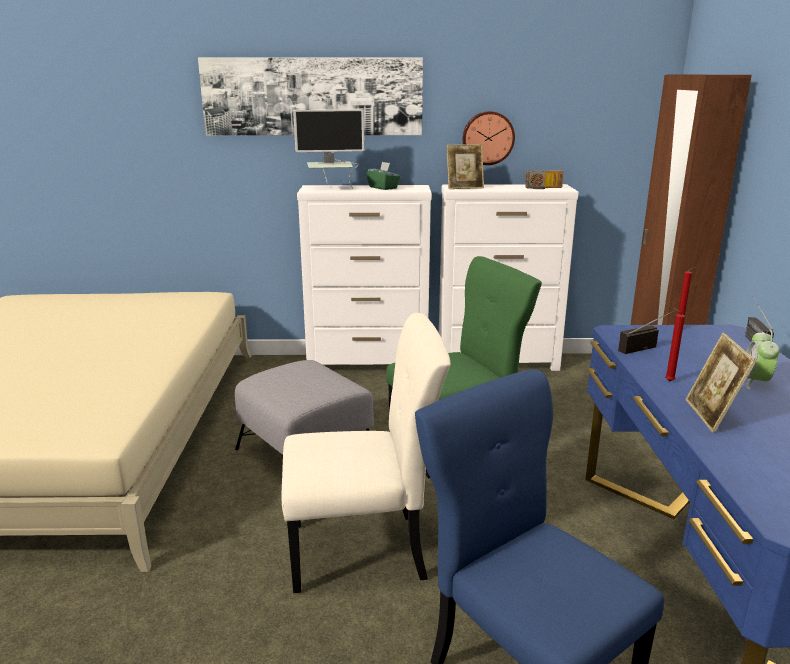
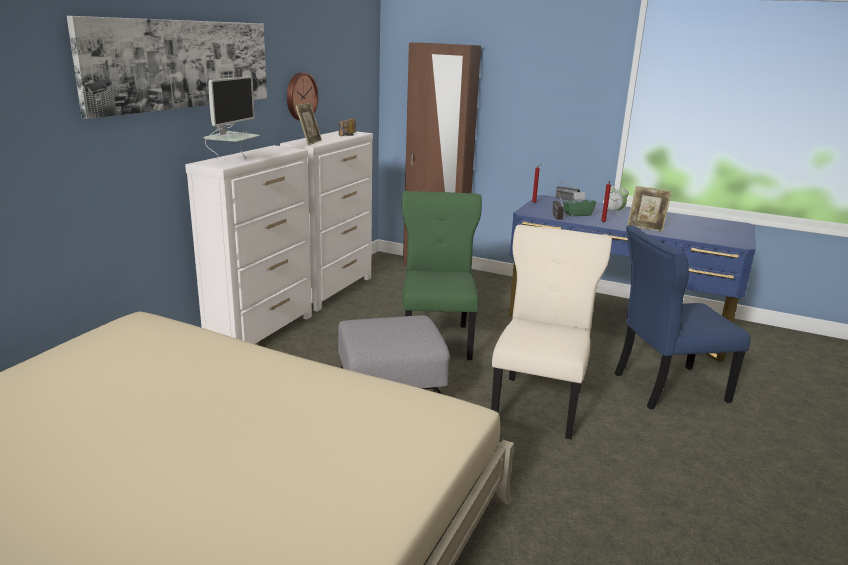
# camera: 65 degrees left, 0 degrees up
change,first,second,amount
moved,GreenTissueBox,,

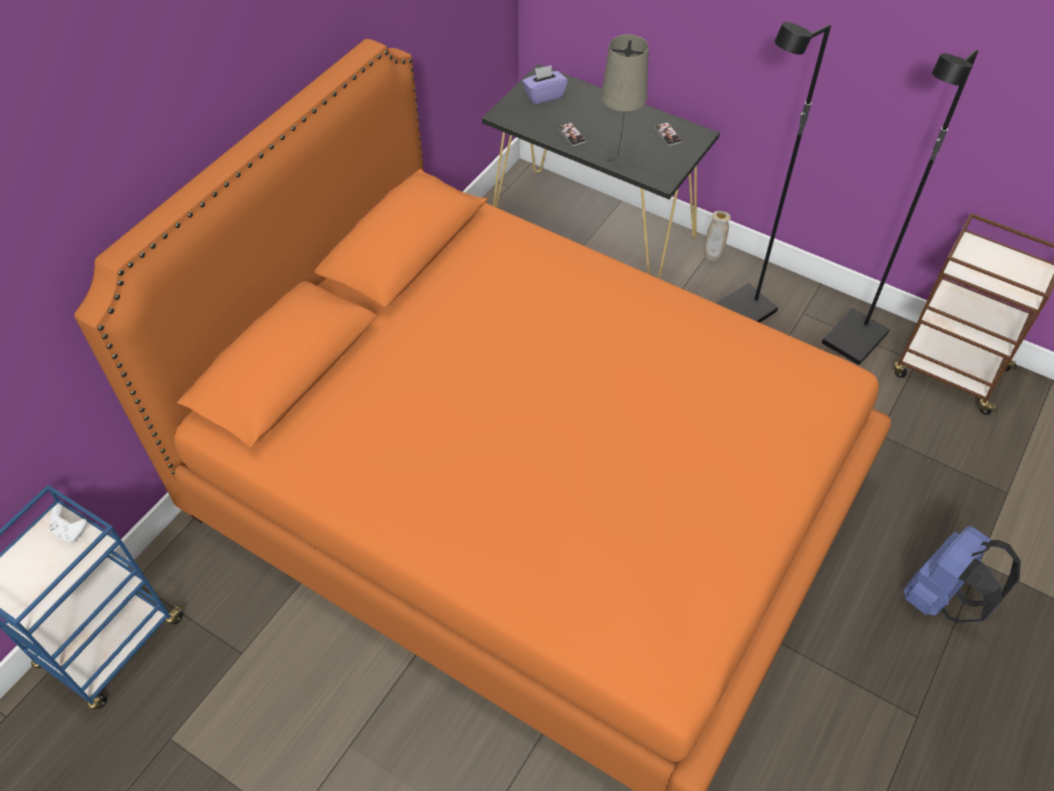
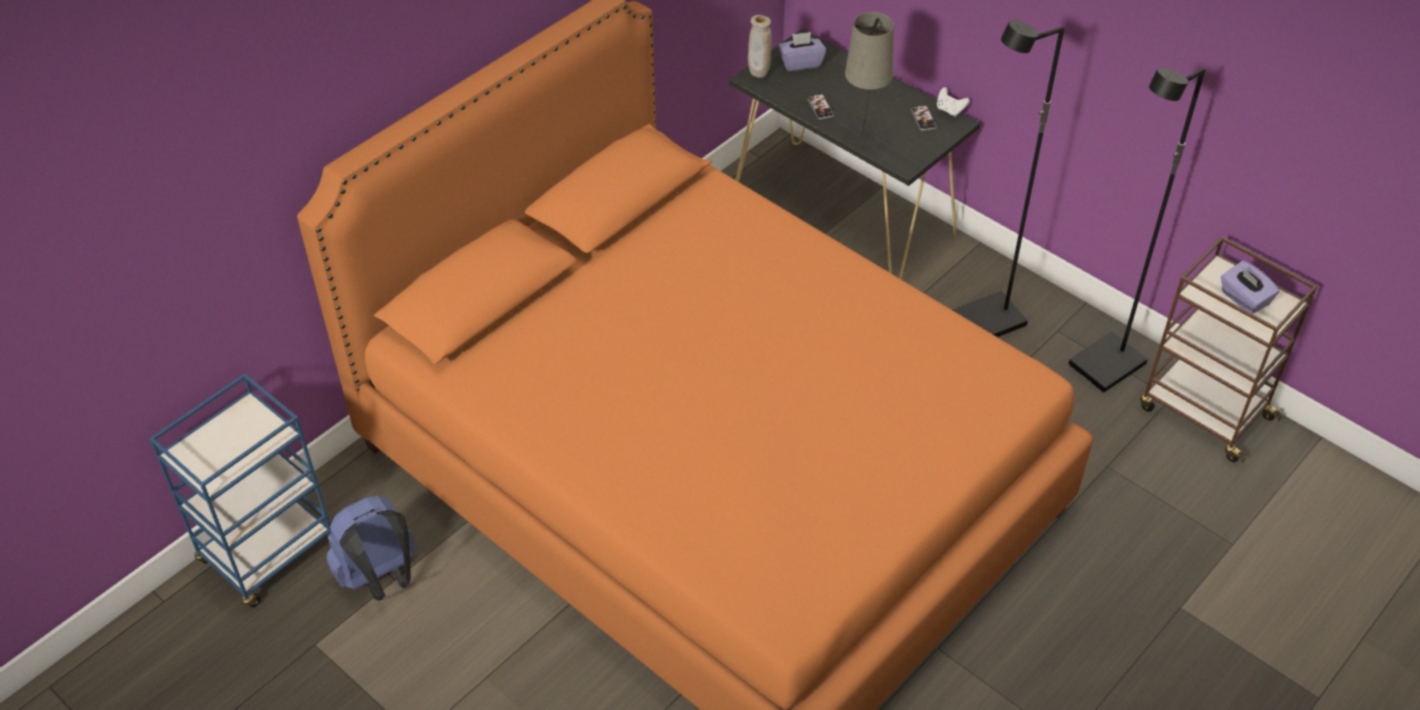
# camera: 10 degrees right, 5 degrees down
change,first,second,amount
added,,PurpleTissueBox (2nd from left),
moved,WhiteGameController,,
moved,BeigeVase,,
moved,BlueBackpack,,

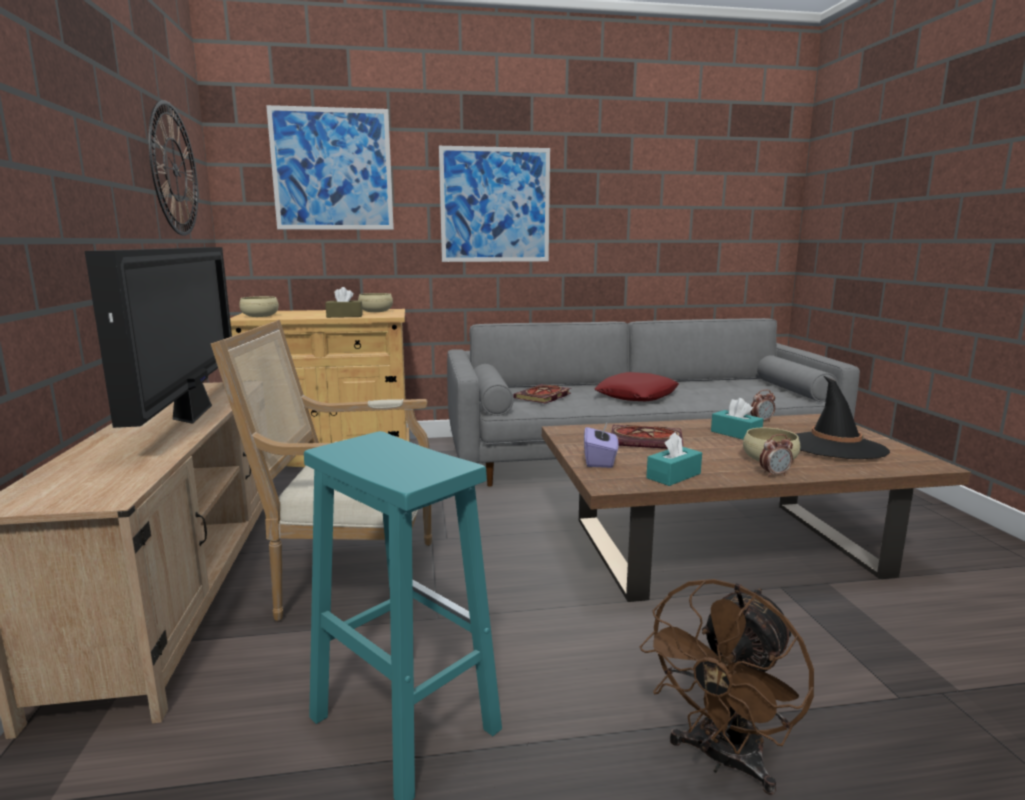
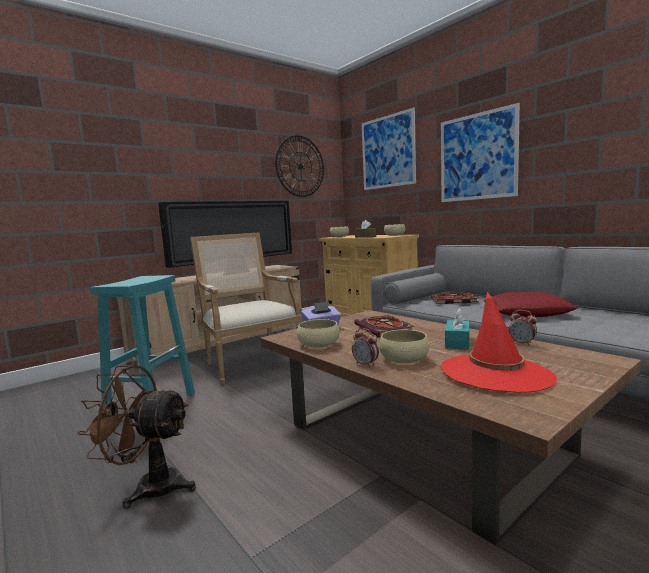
# camera: 60 degrees right, 5 degrees down
change,first,second,amount
replaced,TurquoiseTissueBox (1st from left),BeigeBowl (1st from left),
recoloured,BlackHat,RedHat,

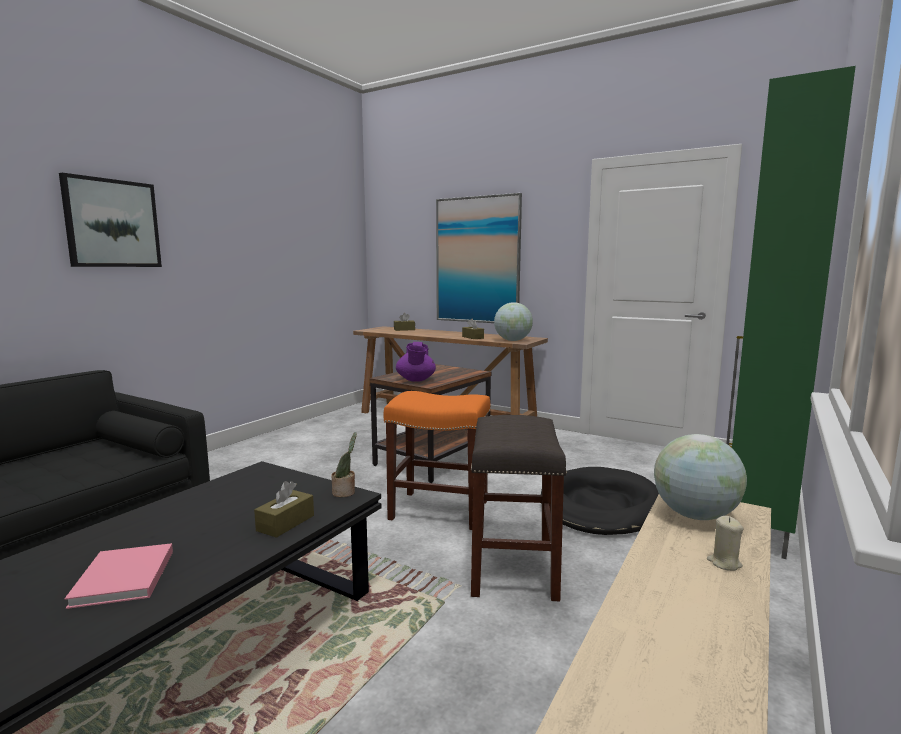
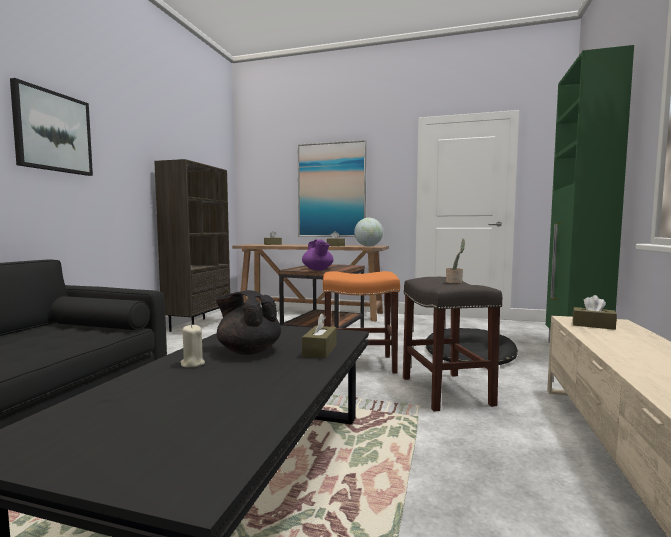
# camera: 15 degrees left, 5 degrees down
change,first,second,amount
removed,PinkBook,,
added,,BrownBookcase,
added,,BlackTeapot,
moved,PottedPlant,,
moved,BeigeCandle,,
replaced,Globe (2nd from left),BrownTissueBox (4th from left),

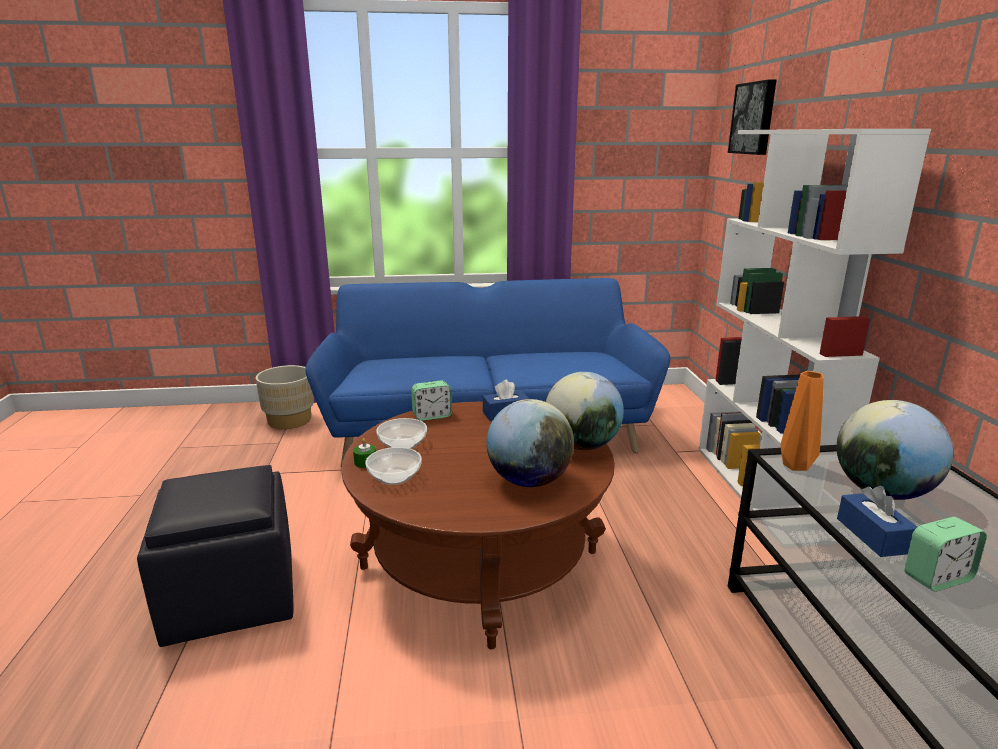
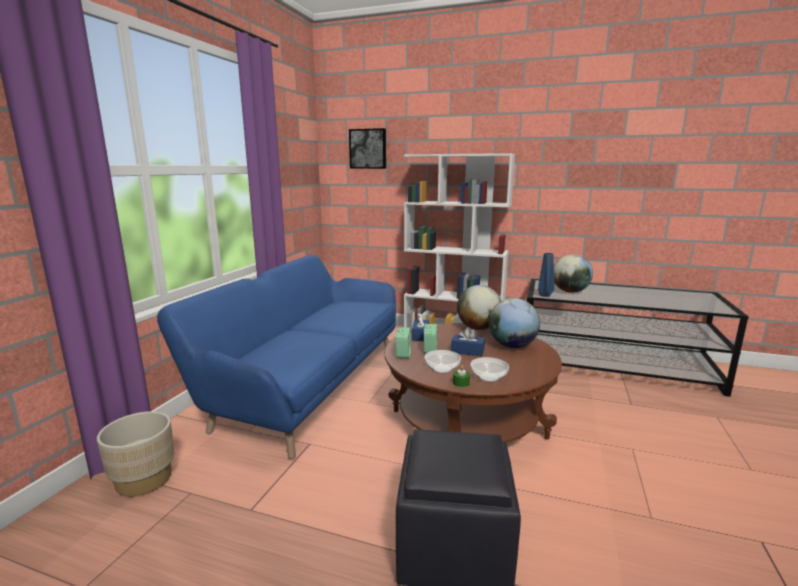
# camera: 65 degrees left, 5 degrees down
change,first,second,amount
moved,BlueTissueBox (2nd from left),,
moved,AlarmClock (2nd from left),,
recoloured,OrangeVase,BlueVase,

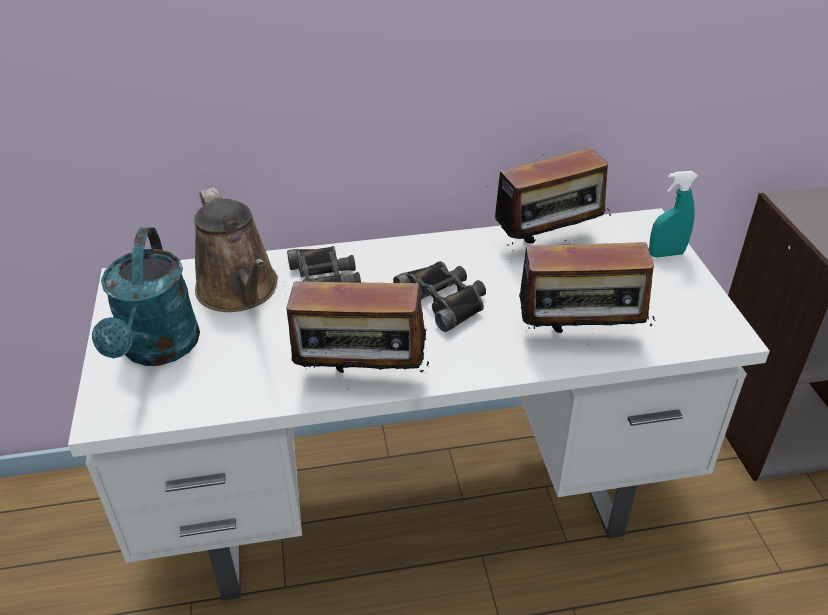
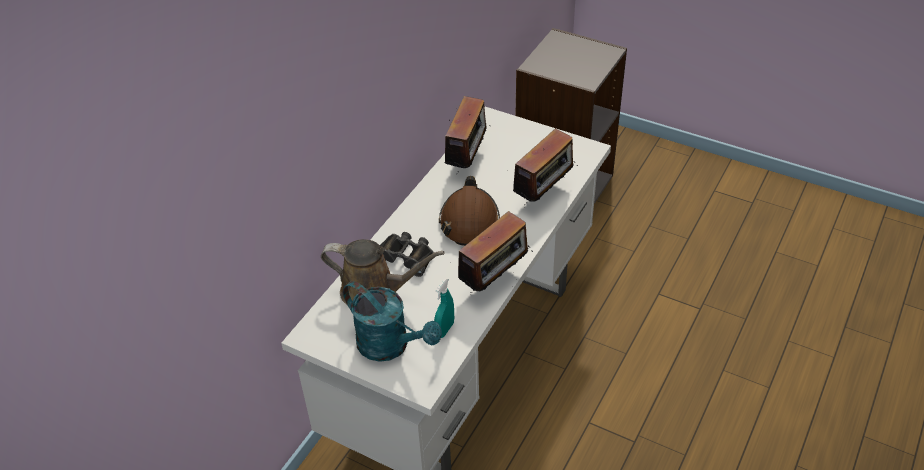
# camera: 50 degrees left, 5 degrees up
change,first,second,amount
moved,TurquoiseSprayBottle,,
replaced,BlackBinoculars (2nd from left),BrownHardHat,

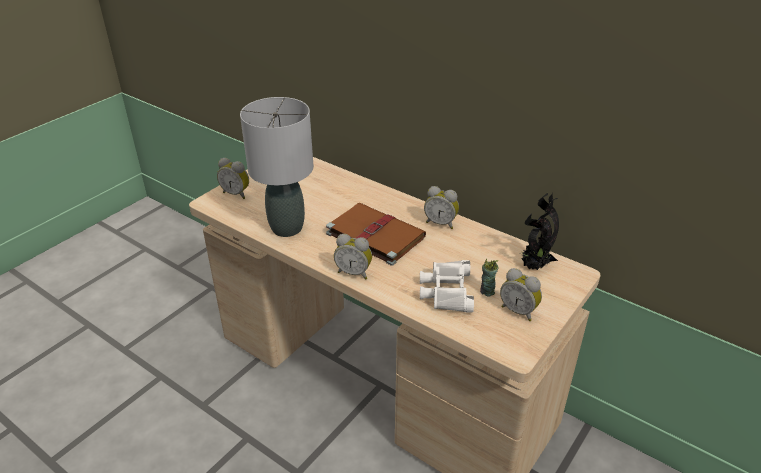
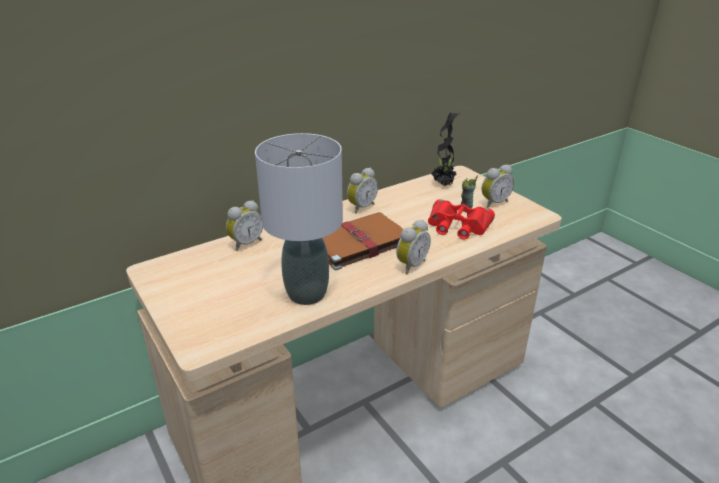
# camera: 70 degrees left, 5 degrees down
change,first,second,amount
moved,AlarmClock (1st from left),,
recoloured,WhiteBinoculars,RedBinoculars,

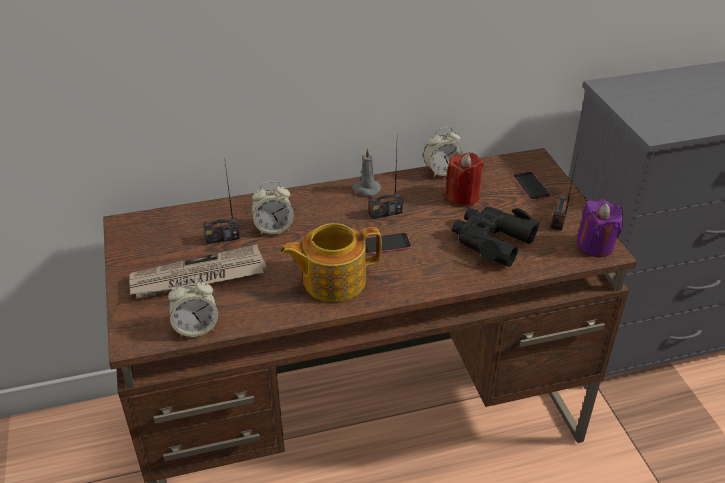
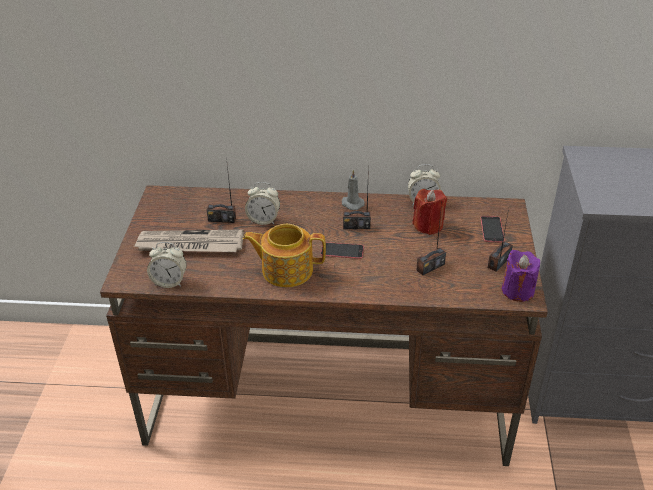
# camera: 20 degrees right, 0 degrees up
change,first,second,amount
replaced,BlackBinoculars,Radio (3rd from left),

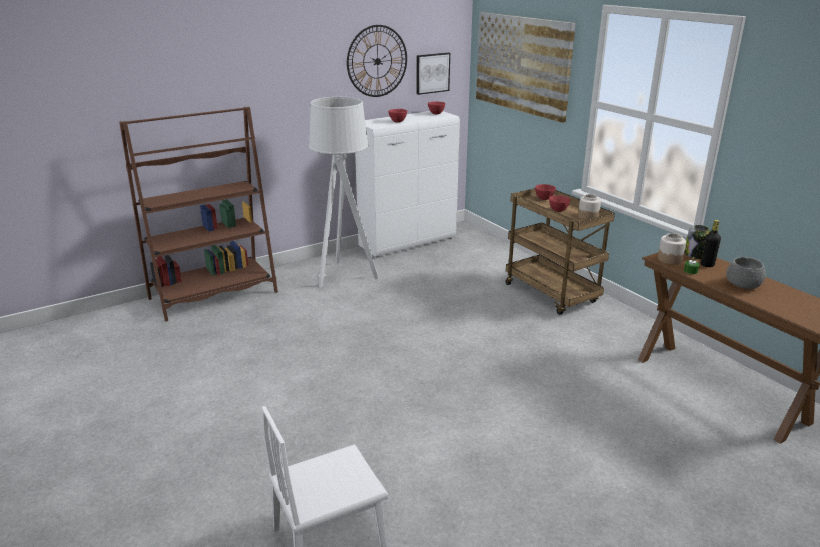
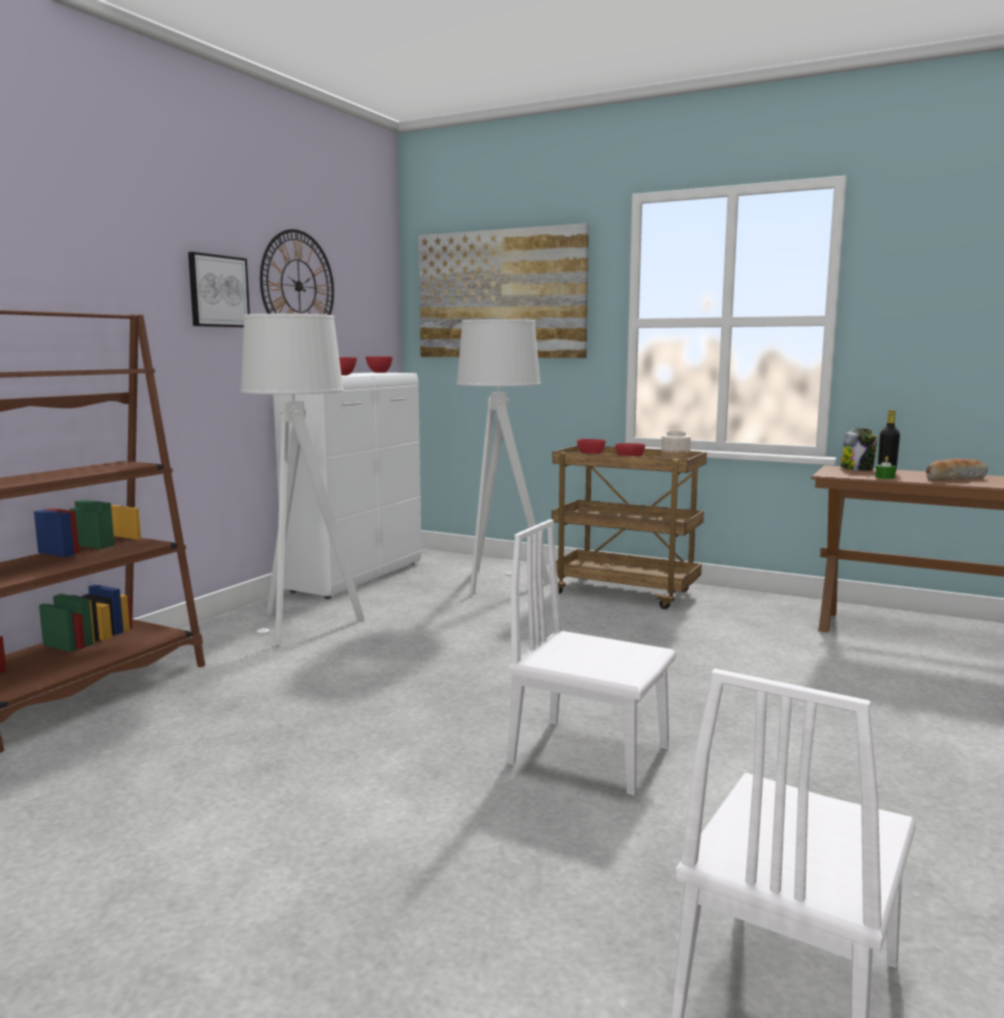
# camera: 30 degrees left, 15 degrees down
change,first,second,amount
removed,Jar (2nd from left),,
added,,GreyFloorLamp (2nd from left),
added,,WhiteChair (1st from left),
moved,Picture (1st from left),,
replaced,GreyBowl,Bread,

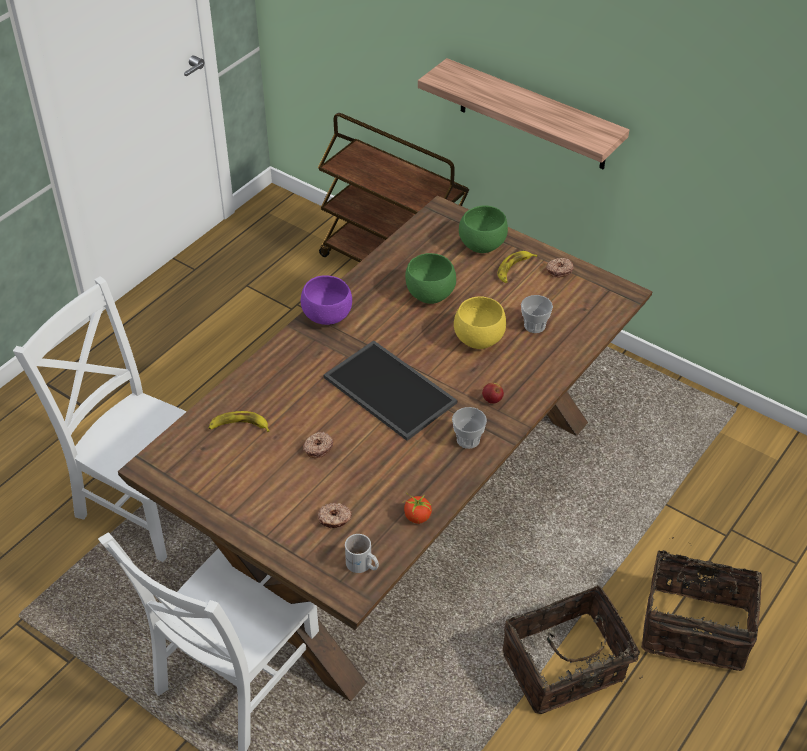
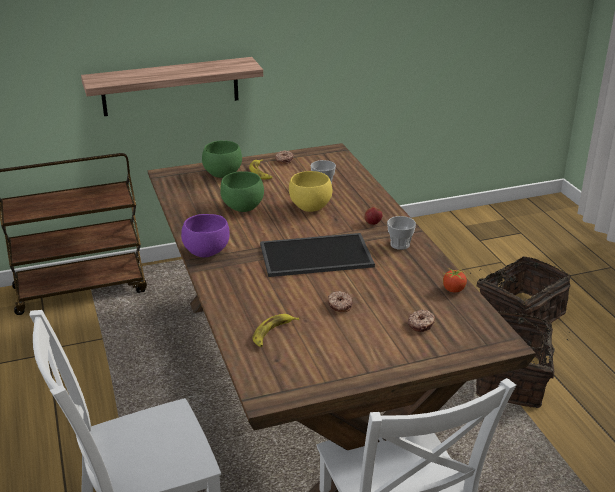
# camera: 55 degrees left, 15 degrees down
change,first,second,amount
removed,WhiteMug,,

